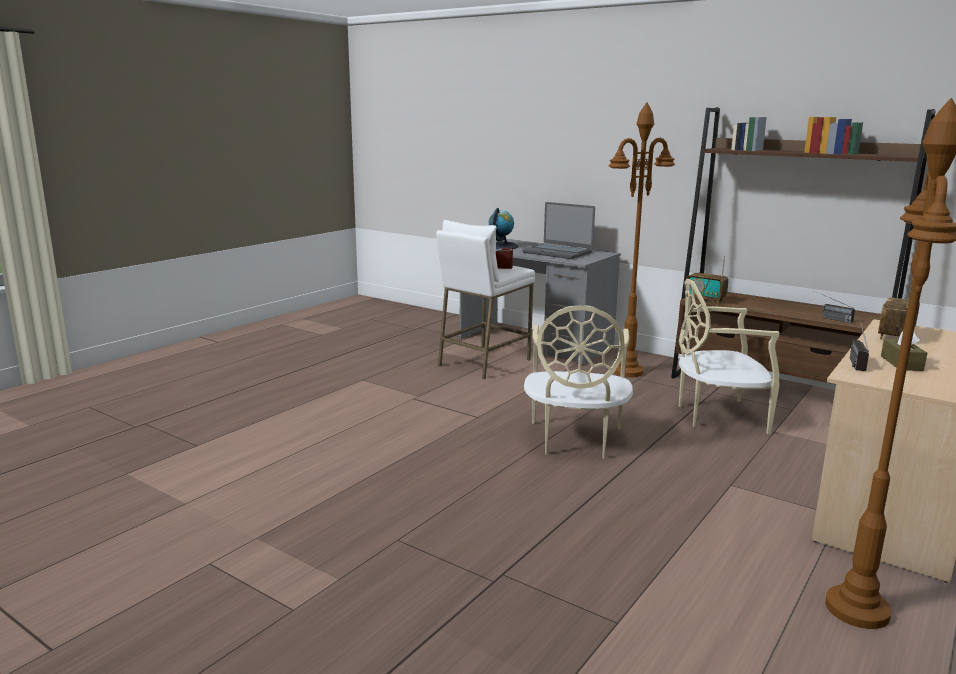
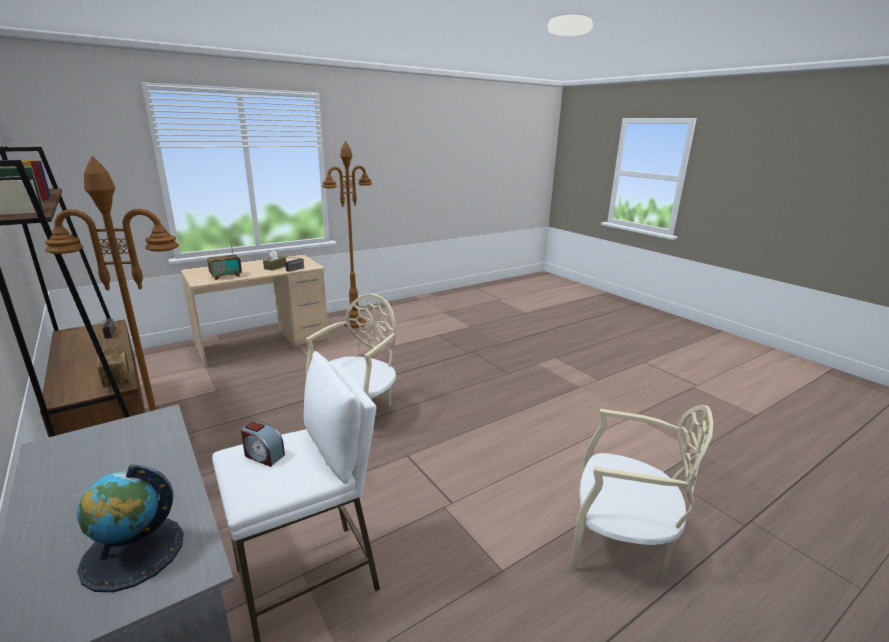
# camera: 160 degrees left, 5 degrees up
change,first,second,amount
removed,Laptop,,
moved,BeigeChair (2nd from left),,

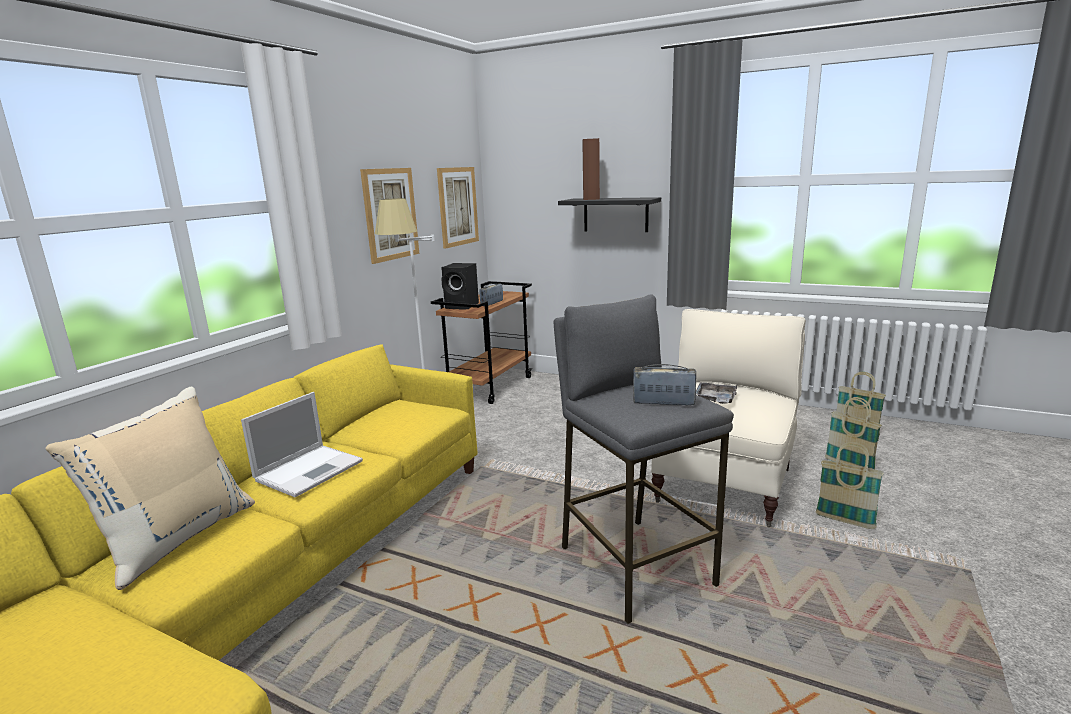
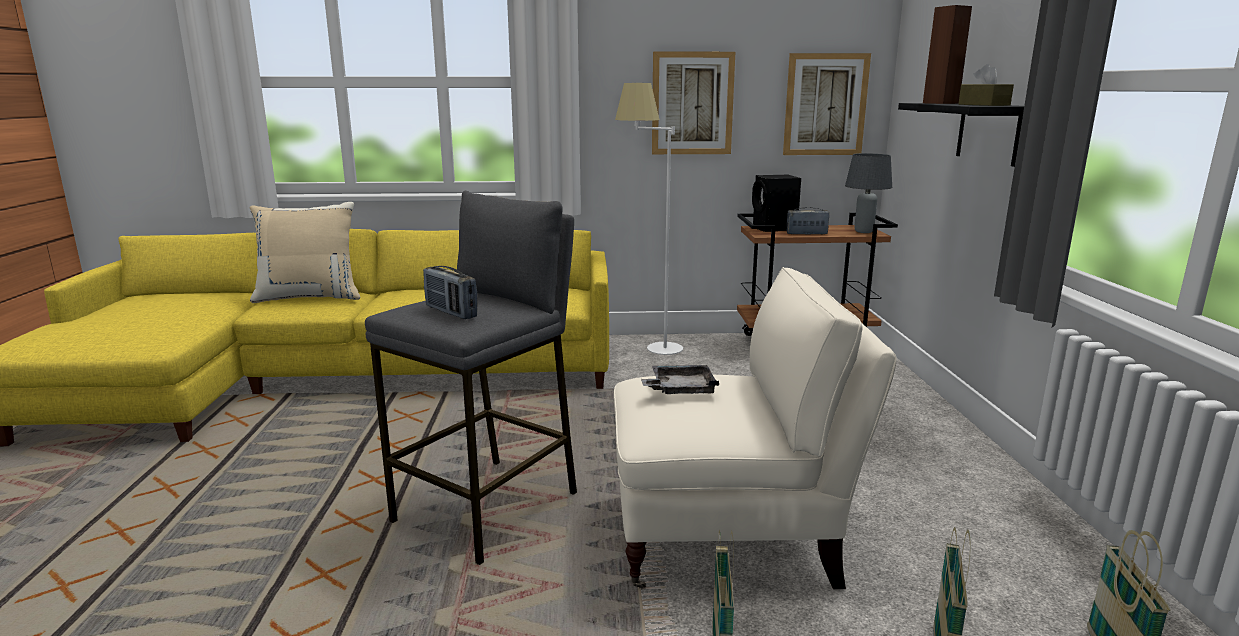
# camera: 60 degrees right, 0 degrees up
change,first,second,amount
removed,Laptop,,
added,,GreyTableLamp,
added,,BrownTissueBox,
turned,Radio (2nd from left in the first image),Radio (1st from left),150 degrees clockwise

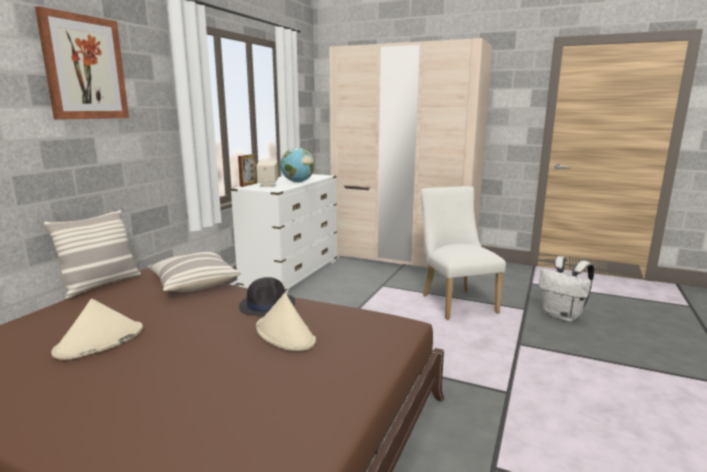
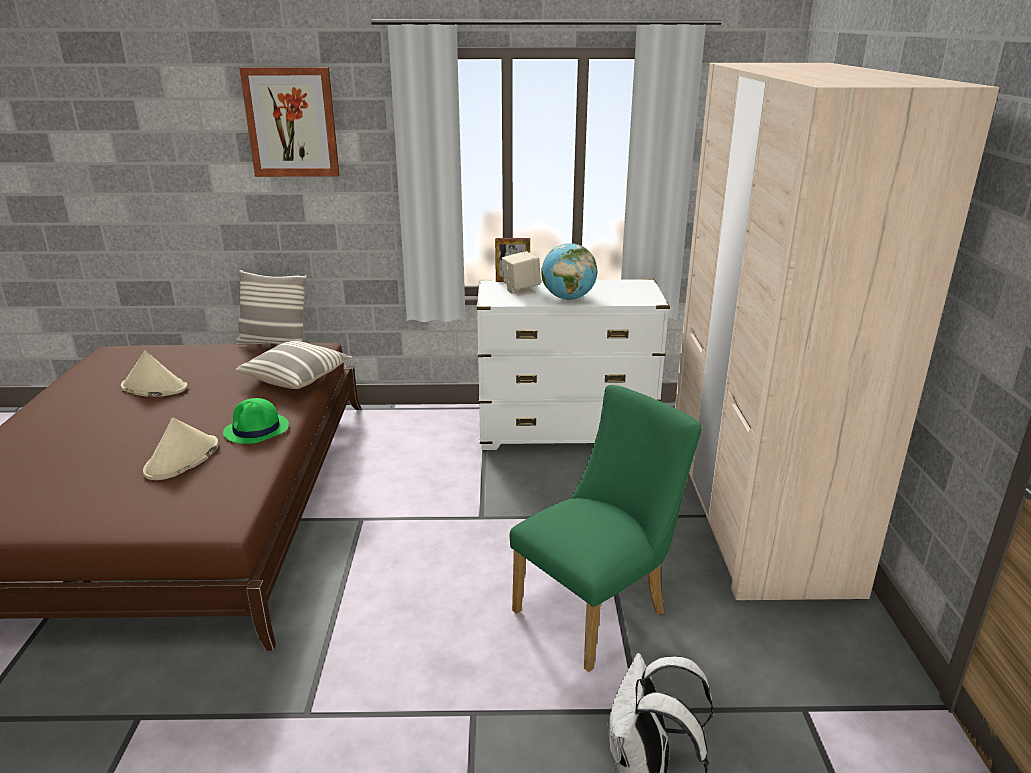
# camera: 65 degrees right, 10 degrees up
change,first,second,amount
recoloured,BlackHat,GreenHat,
recoloured,WhiteChair,GreenChair,

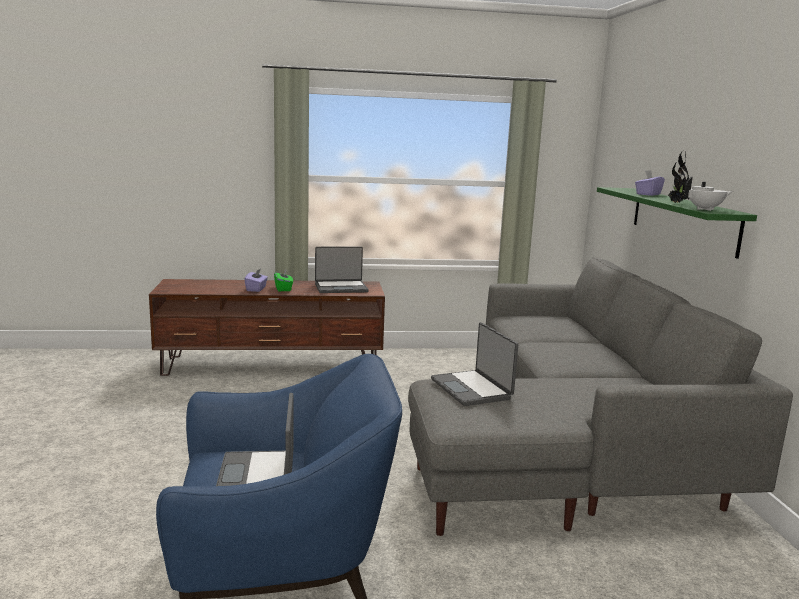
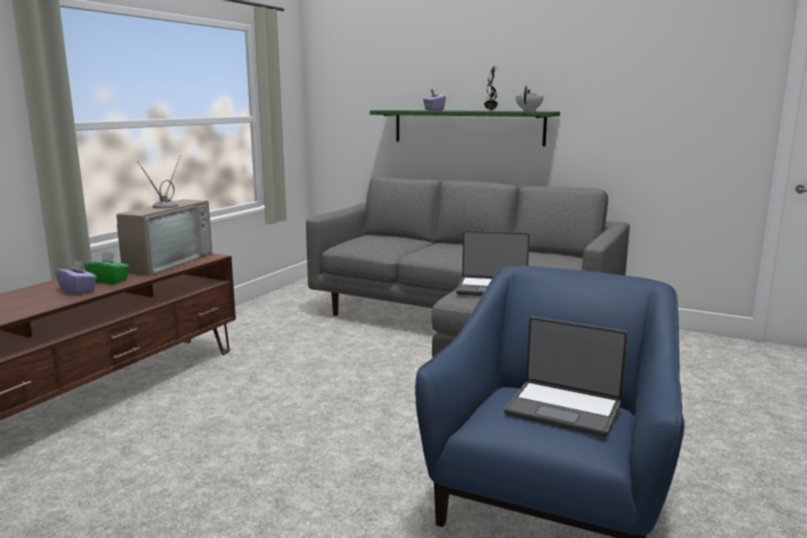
# camera: 55 degrees left, 0 degrees up
change,first,second,amount
replaced,Laptop (2nd from left),Television,

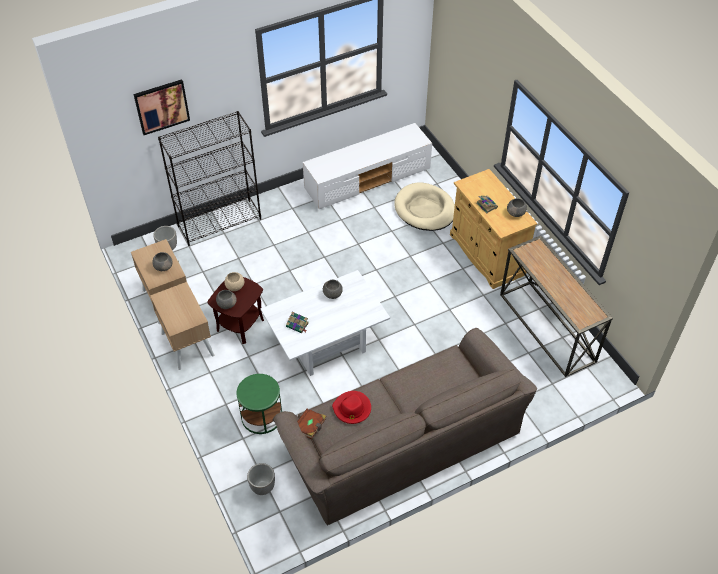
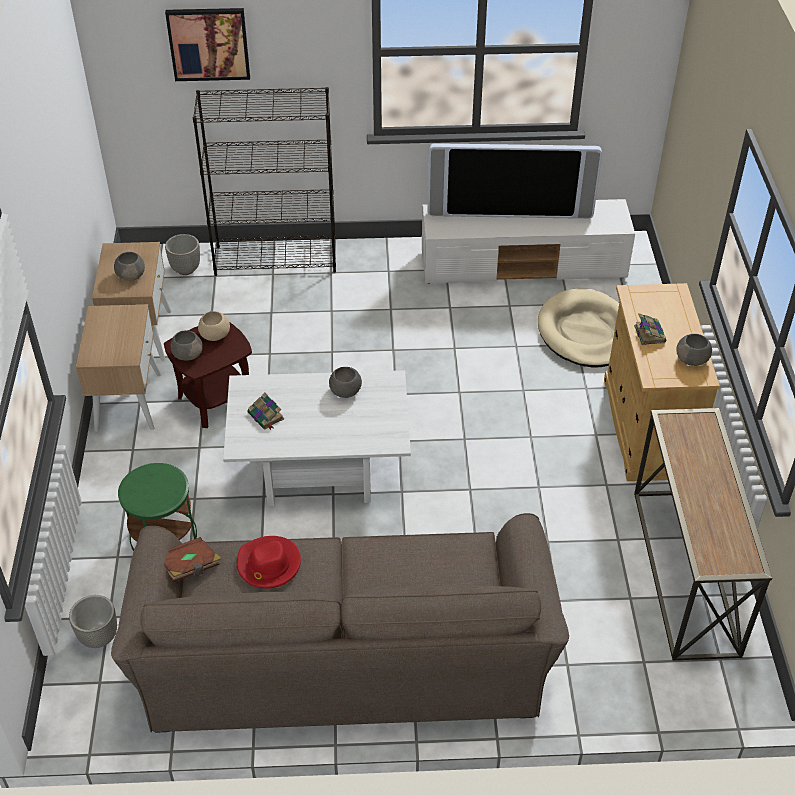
# camera: 25 degrees right, 5 degrees down
change,first,second,amount
added,,Television,

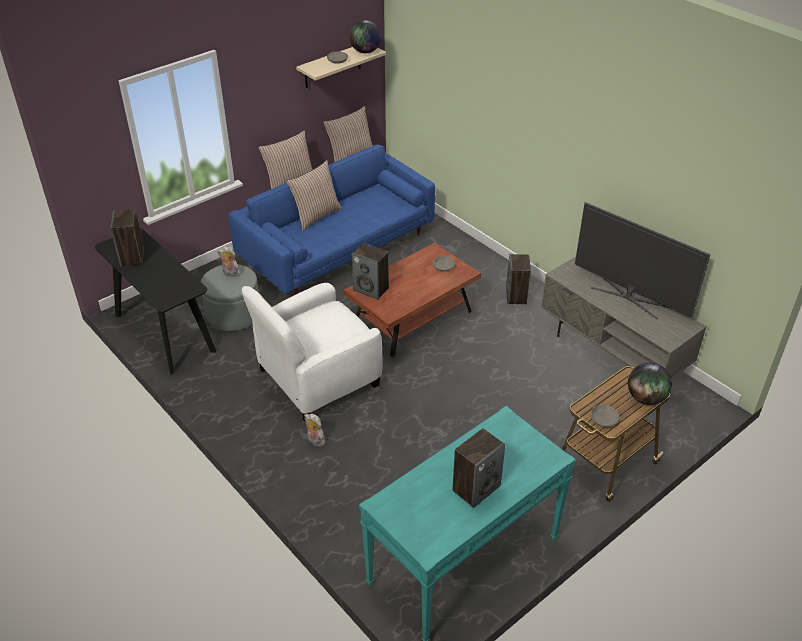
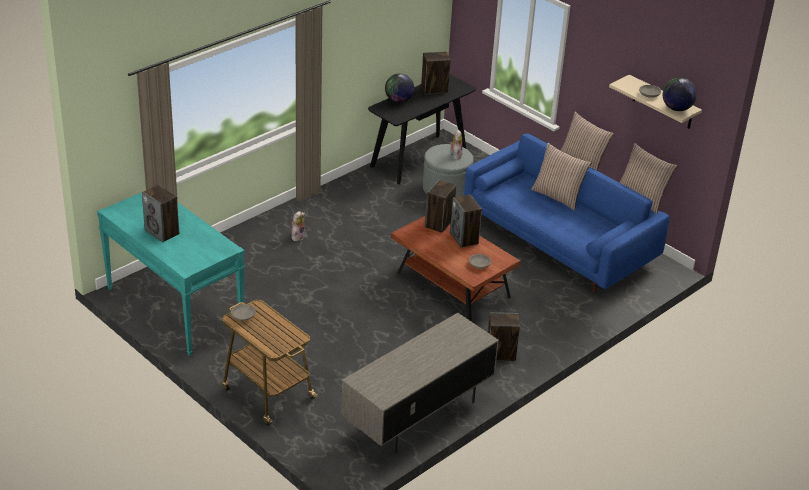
# camera: 85 degrees right, 5 degrees down
change,first,second,amount
removed,WhiteArmchair,,
removed,Television,,
added,,Speaker (4th from left),
moved,Globe (2nd from left in the first image),Globe (1st from left),

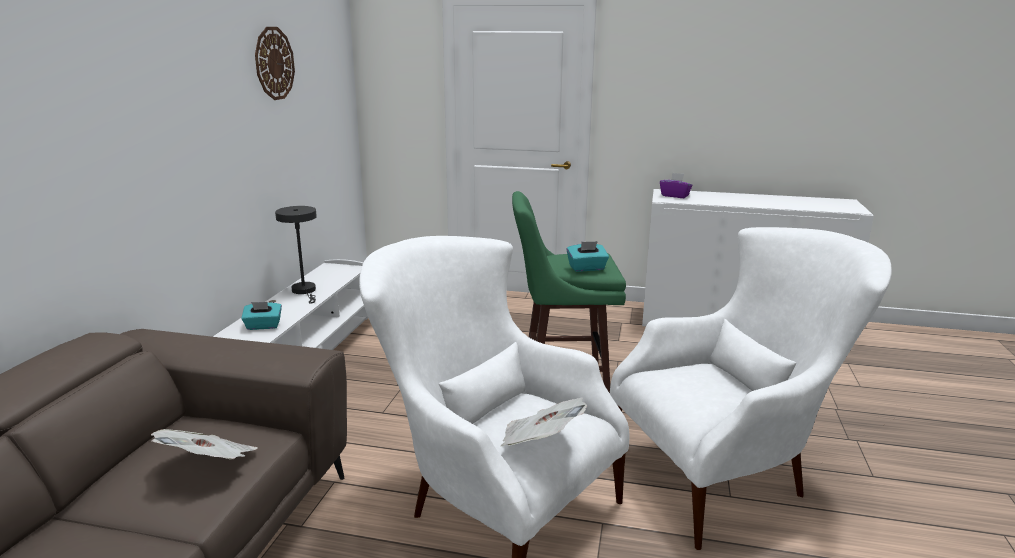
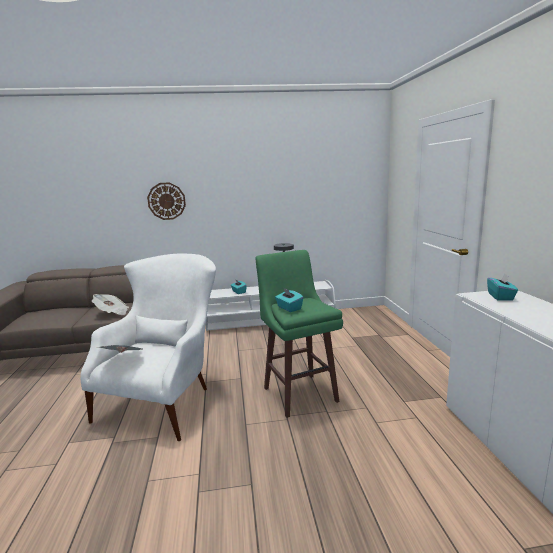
# camera: 70 degrees right, 5 degrees down
change,first,second,amount
removed,WhiteArmchair (2nd from left),,
moved,WallClock,,
recoloured,PurpleTissueBox,TurquoiseTissueBox (3rd from left),

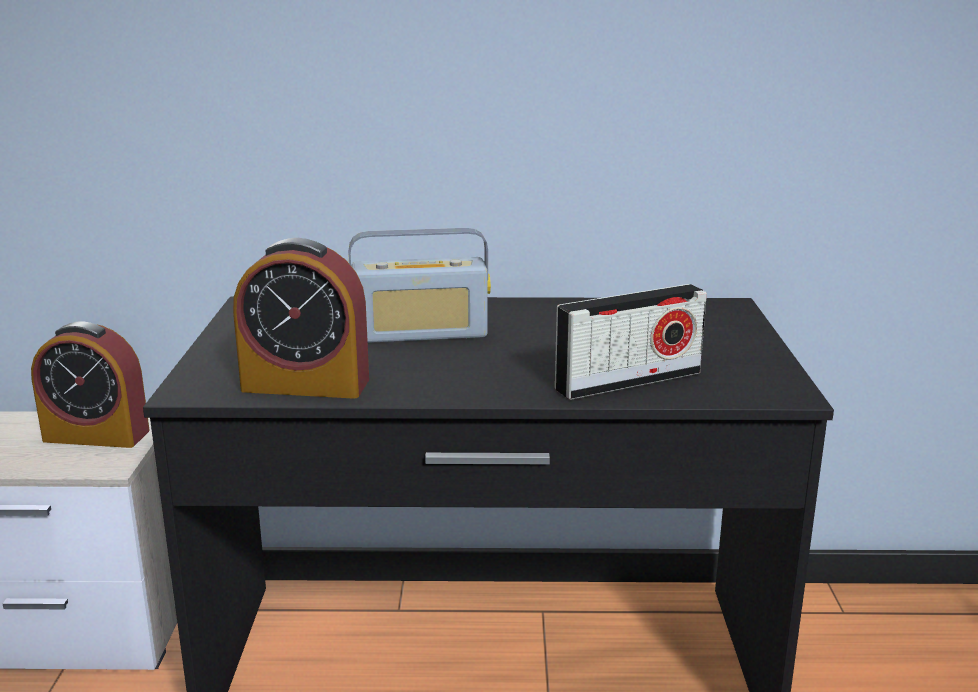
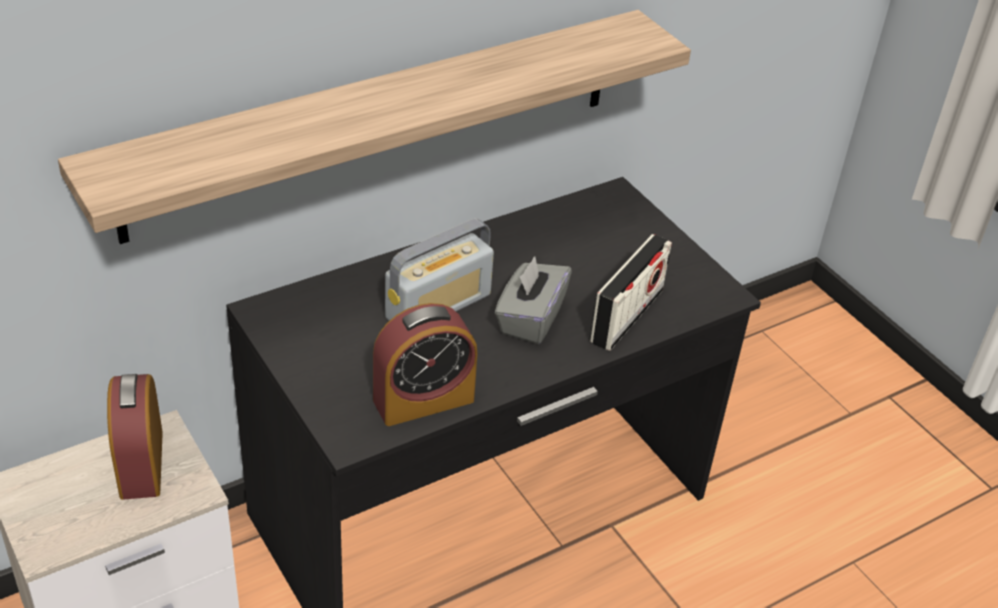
# camera: 35 degrees left, 20 degrees up
change,first,second,amount
added,,Shelf,
added,,GreyTissueBox,
turned,AlarmClock (1st from left),,105 degrees clockwise

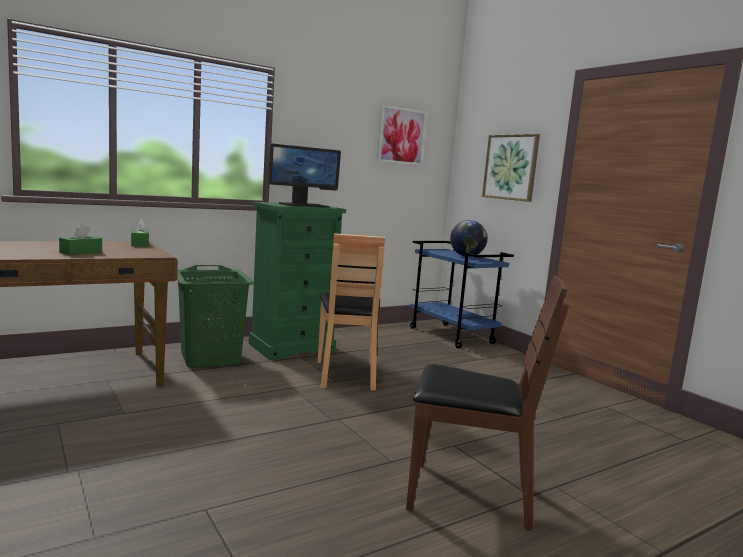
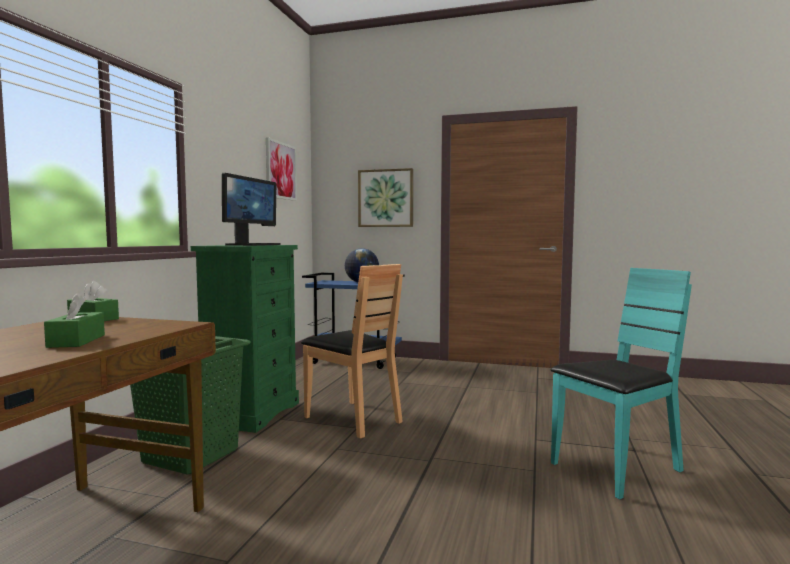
# camera: 40 degrees left, 5 degrees down
change,first,second,amount
recoloured,BrownChair (2nd from left),TurquoiseChair,

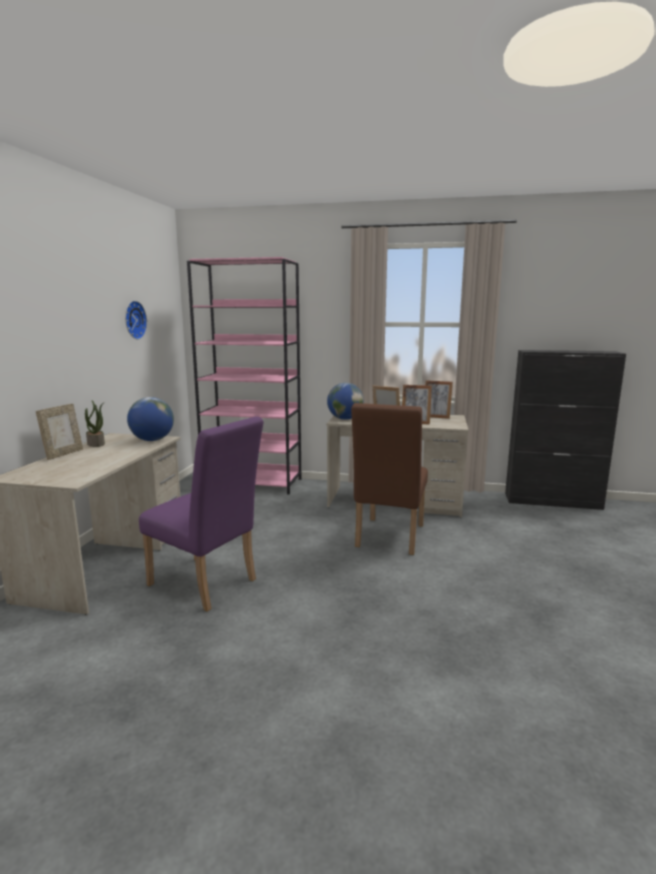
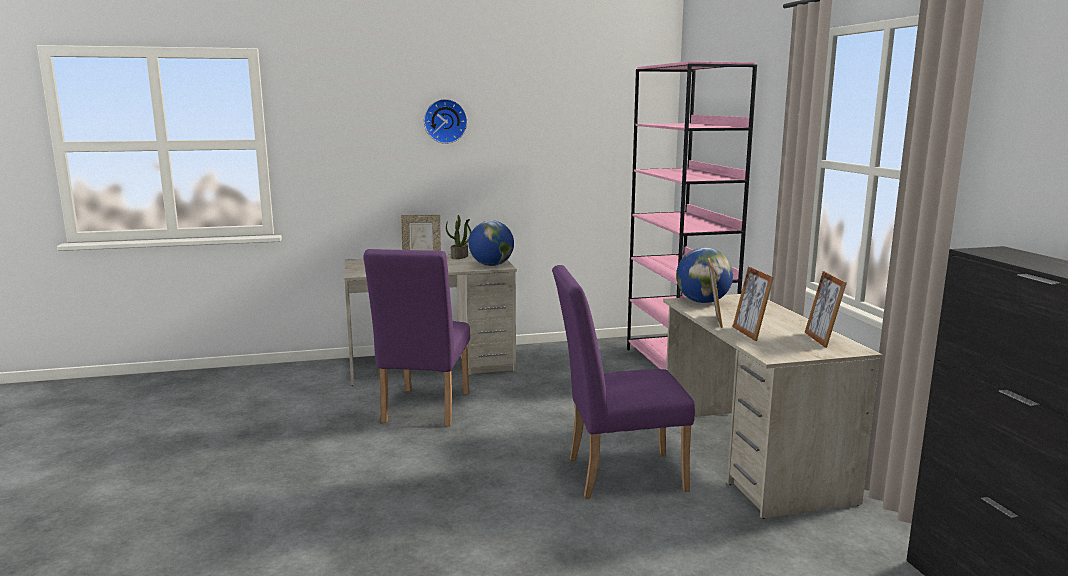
# camera: 65 degrees right, 0 degrees up
change,first,second,amount
moved,WallClock,,
recoloured,BrownChair,PurpleChair (2nd from left),

